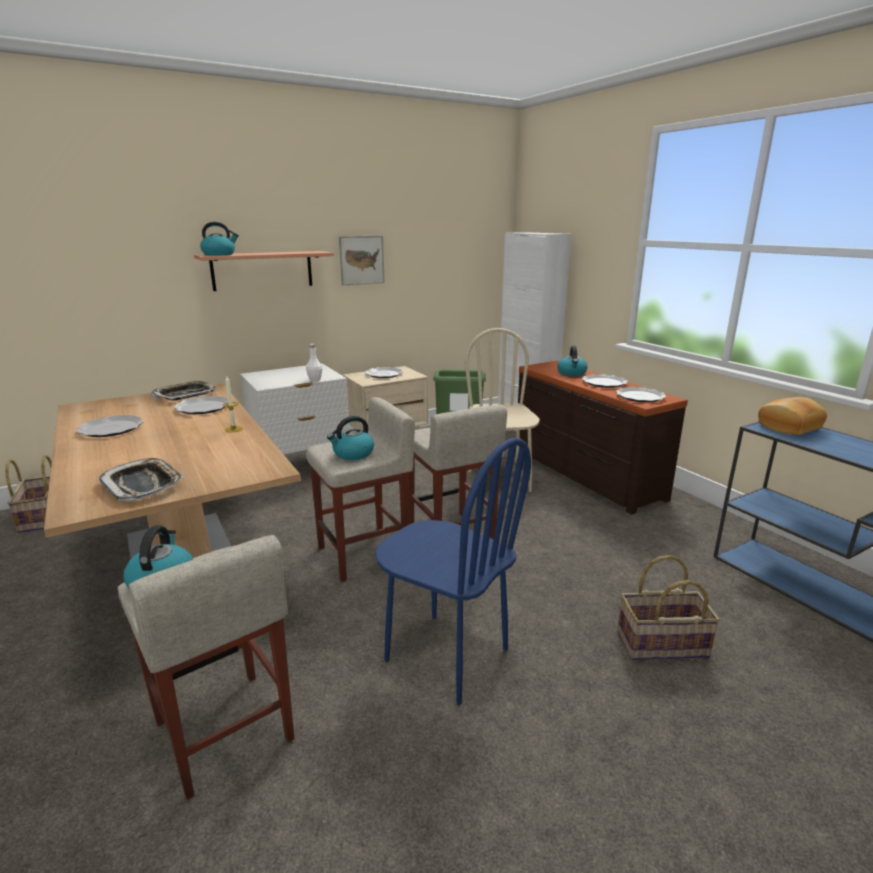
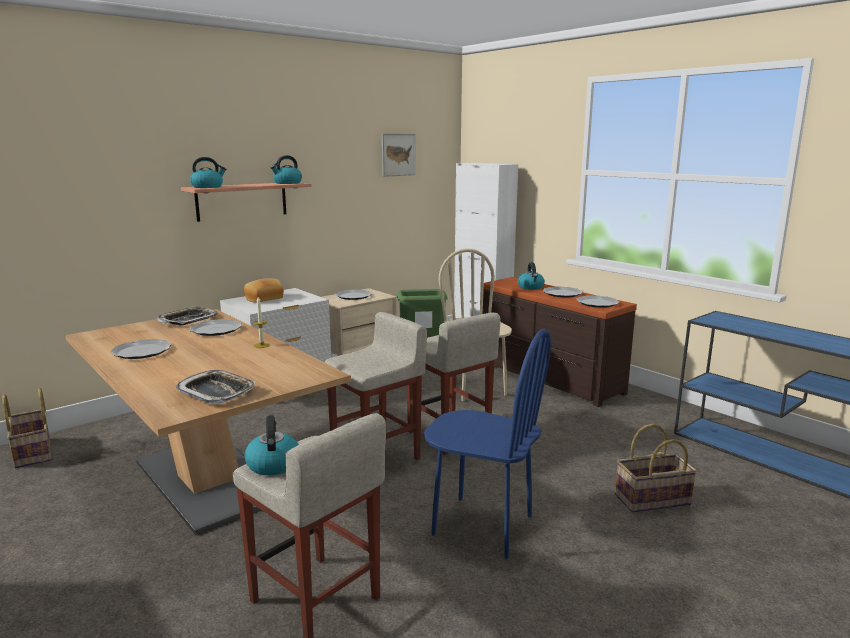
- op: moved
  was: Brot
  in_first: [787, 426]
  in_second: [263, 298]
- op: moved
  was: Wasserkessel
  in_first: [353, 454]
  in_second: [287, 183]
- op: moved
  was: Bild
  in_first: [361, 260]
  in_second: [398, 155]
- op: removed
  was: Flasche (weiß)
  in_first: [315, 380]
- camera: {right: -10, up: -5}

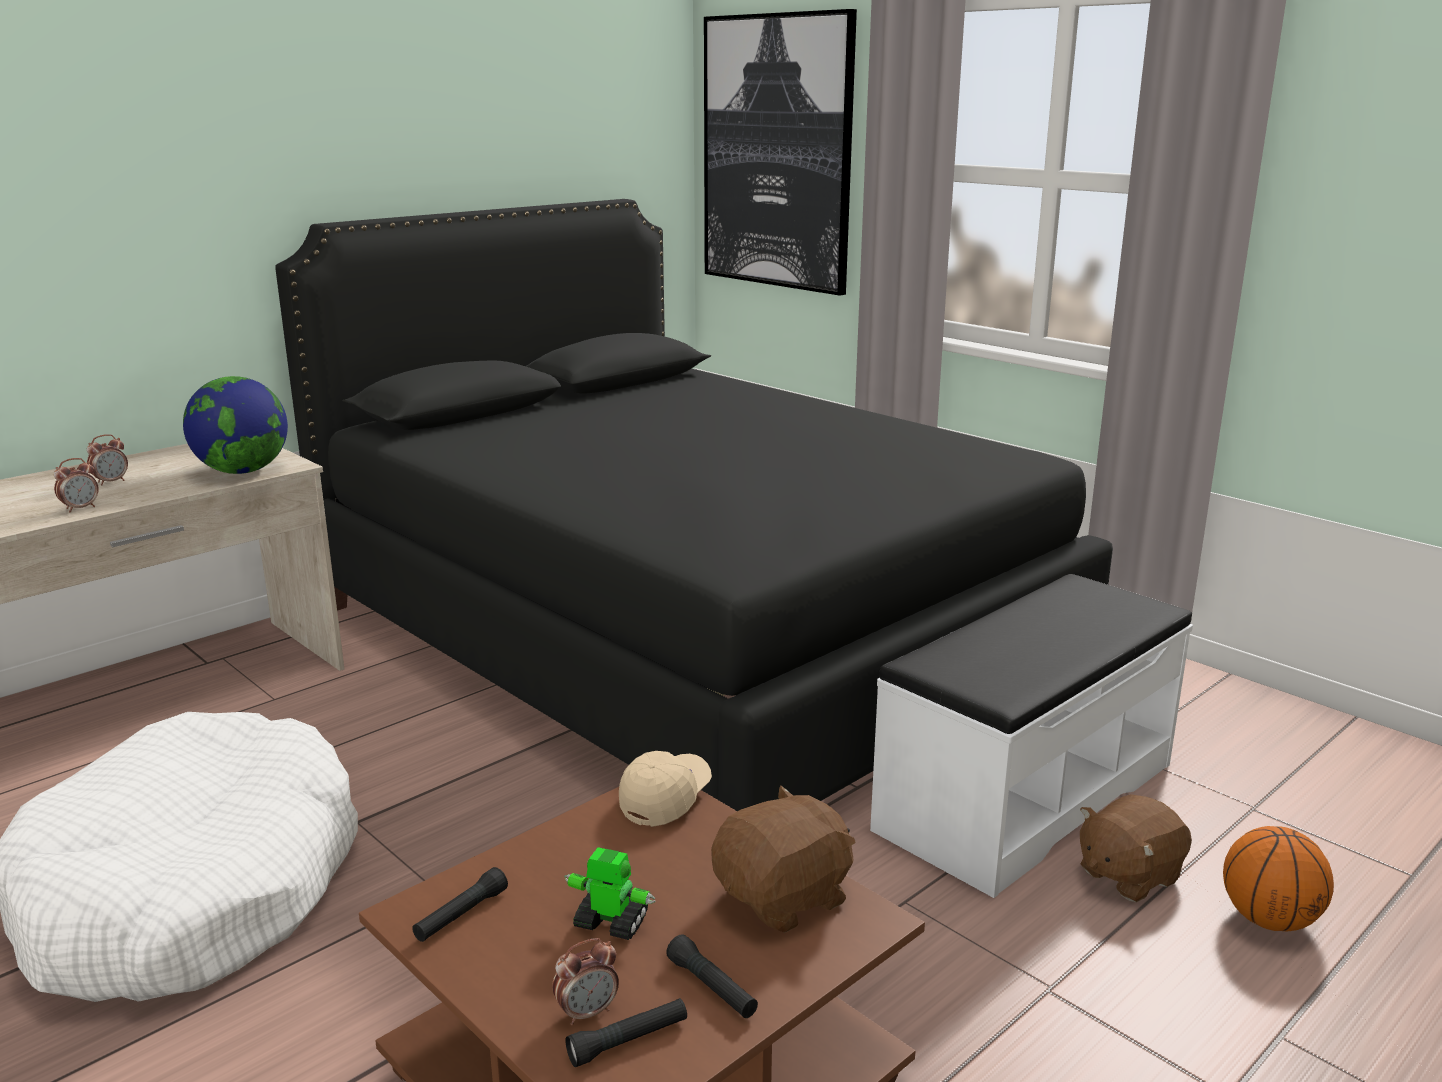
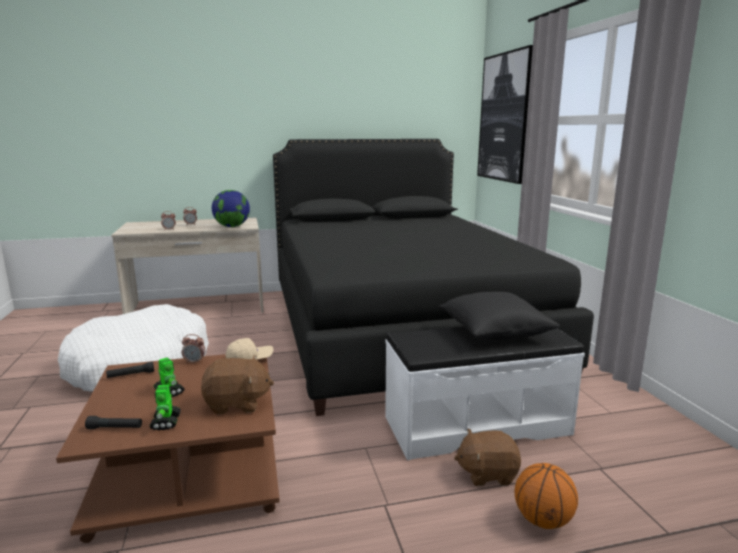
- op: replaced
  was: Taschenlampe (schwarz)
  now: Spielzeugroboter
  in_first: [712, 988]
  in_second: [166, 422]
- op: moved
  was: Wecker
  in_first: [587, 1012]
  in_second: [194, 362]
- op: added
  now: Kissen (schwarz)
  in_second: [494, 332]
- camera: {right: 30, up: -5}

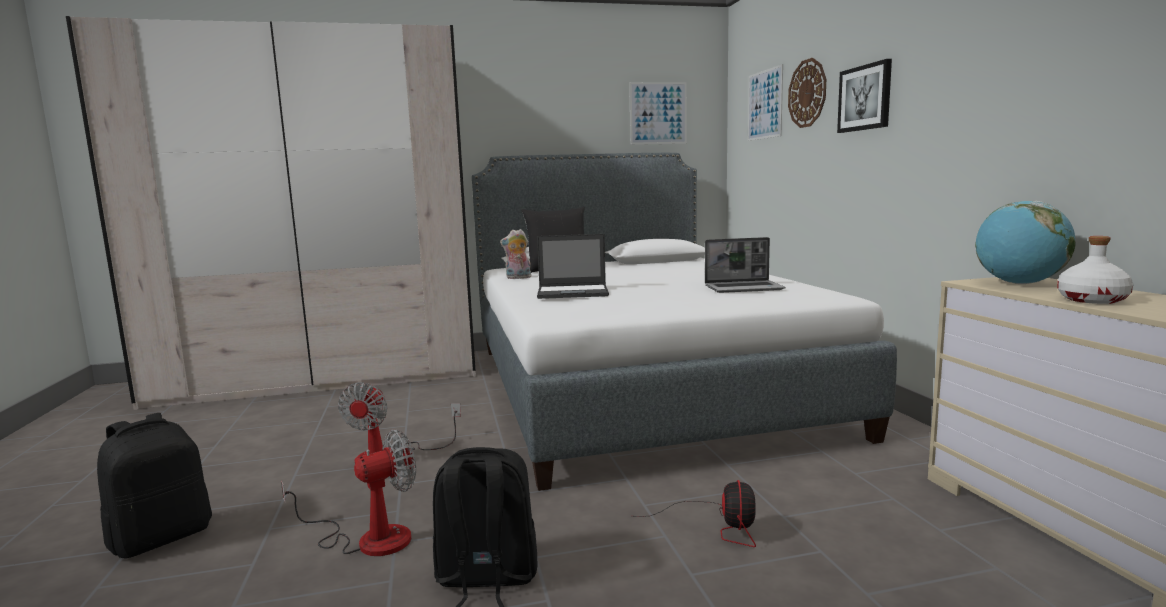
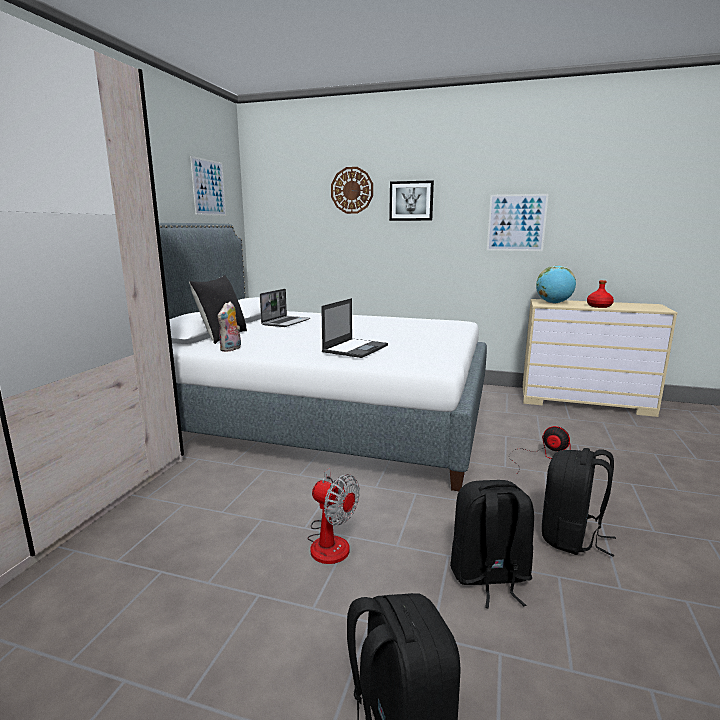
- op: moved
  was: Laptop
  in_first: [744, 288]
  in_second: [286, 322]
- op: replaced
  was: Ventilator
  now: Rucksack (schwarz)
  in_first: [368, 539]
  in_second: [489, 577]
- op: moved
  was: Bild
  in_first: [764, 104]
  in_second: [516, 222]
- op: recoloured
  was: Flasche (weiß)
  now: Flasche (rot)
  in_first: [1093, 300]
  in_second: [599, 306]
- camera: {right: -60, up: 5}

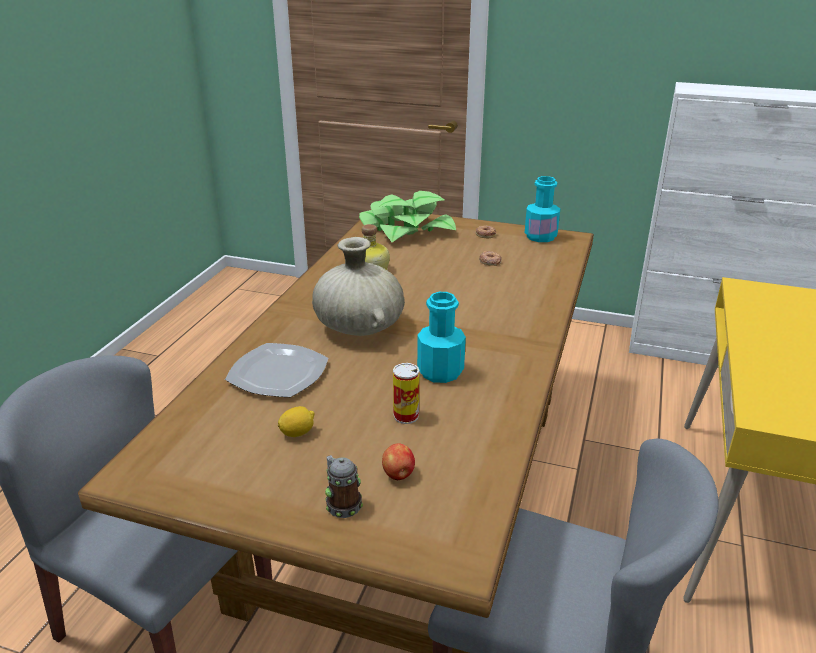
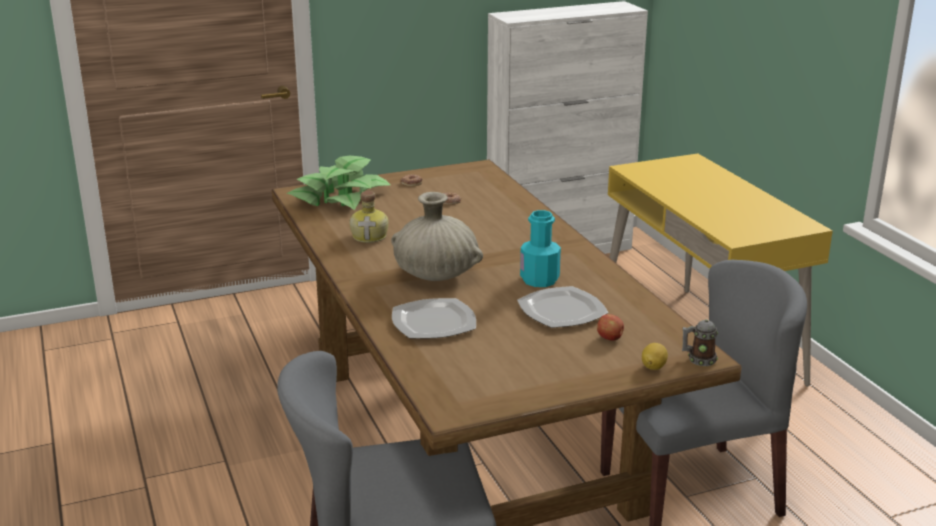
- op: replaced
  was: Dose
  now: Teller
  in_first: [406, 416]
  in_second: [562, 310]
- op: moved
  was: Zitrone
  in_first: [297, 432]
  in_second: [653, 367]
- op: moved
  was: Henkelbecher
  in_first: [342, 503]
  in_second: [698, 359]
- op: removed
  was: Flasche (türkis)
  in_first: [540, 236]
- camera: {right: -40, up: -5}

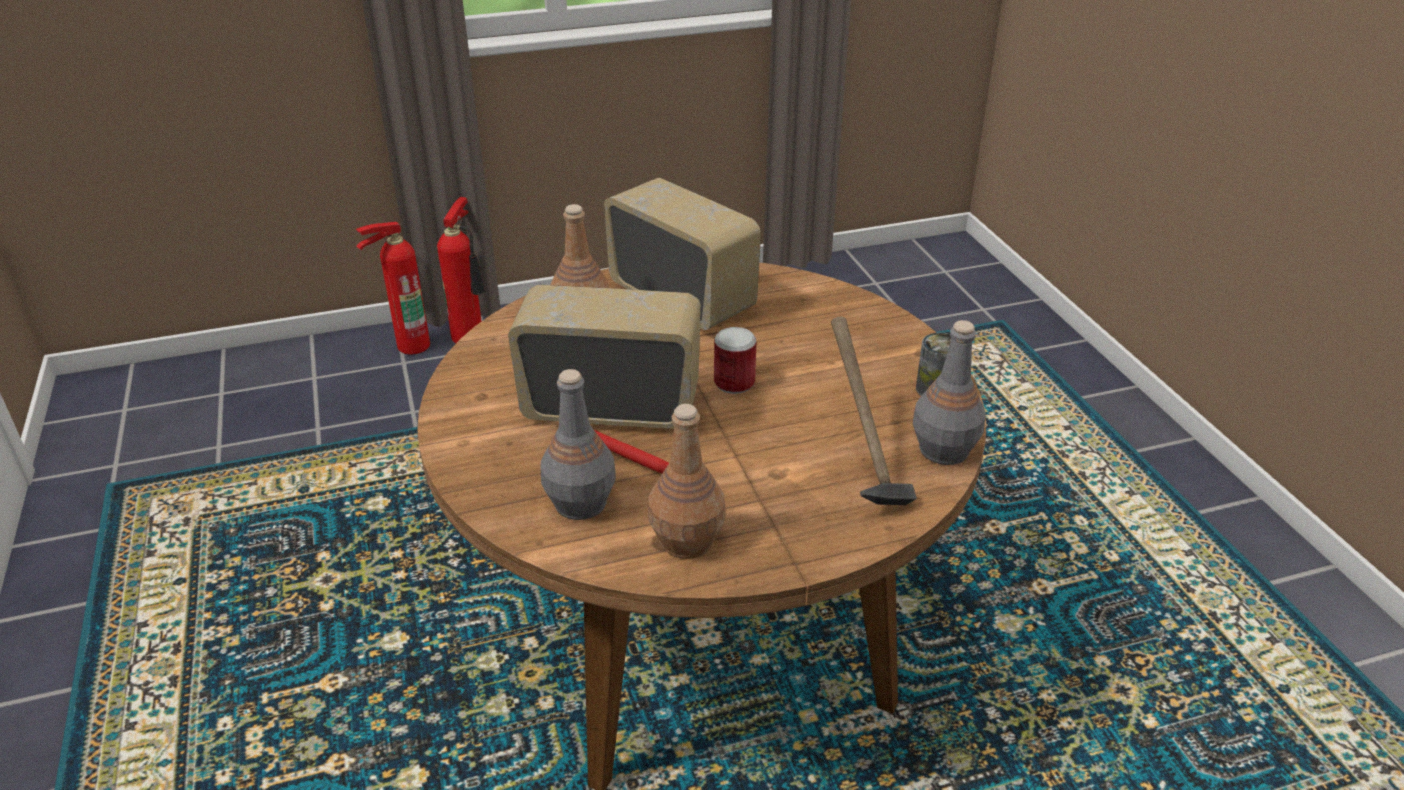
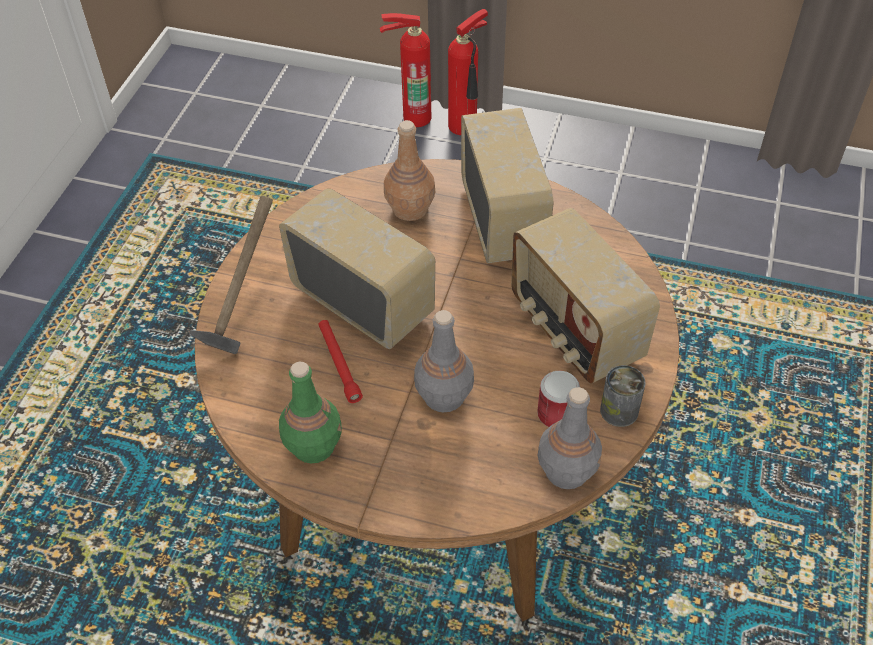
- op: moved
  was: Hammer
  in_first: [859, 465]
  in_second: [243, 310]
- op: recoloured
  was: Flasche (braun)
  now: Flasche (grün)
  in_first: [686, 540]
  in_second: [313, 445]
- op: moved
  was: Flasche (grau)
  in_first: [580, 504]
  in_second: [443, 396]
- op: added
  now: Radio
  in_second: [574, 330]
- op: moved
  was: Dose
  in_first: [734, 382]
  in_second: [556, 414]
- camera: {right: 35, up: 15}

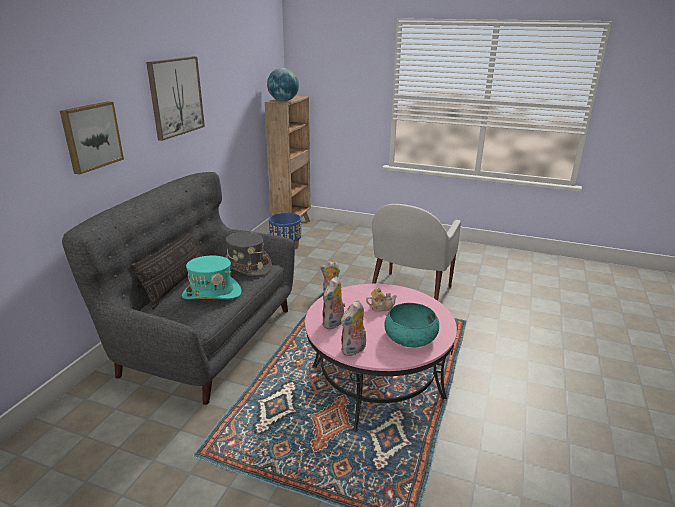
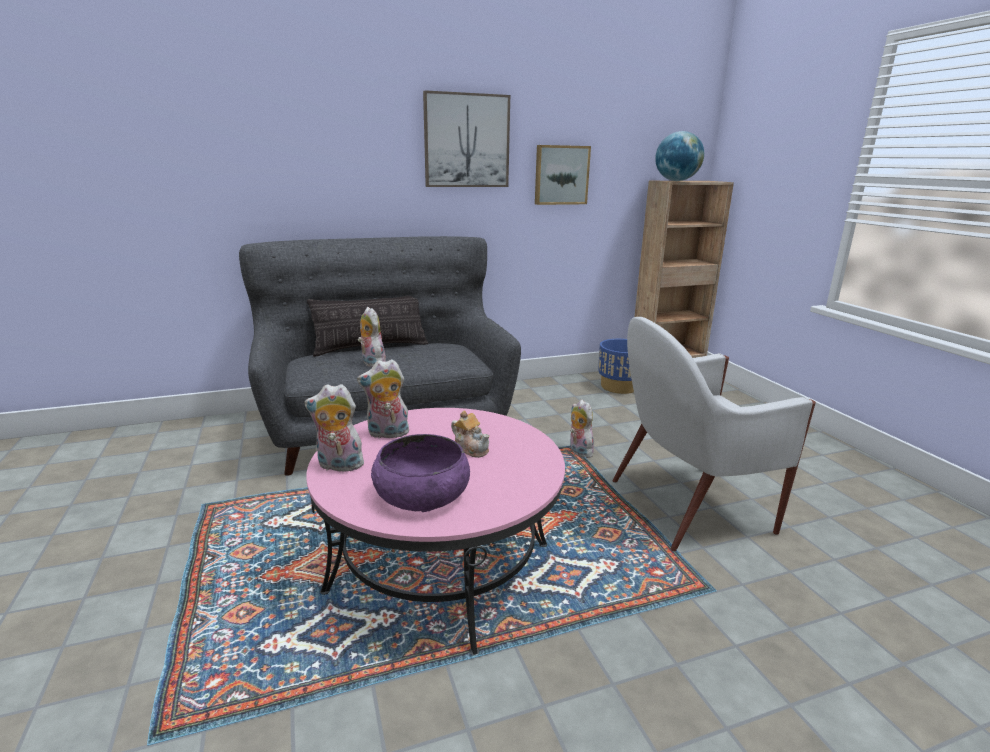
- op: replaced
  was: Hut (türkis)
  now: Plüschtier
  in_first: [212, 293]
  in_second: [371, 363]
- op: recoloured
  was: Schüssel (türkis)
  now: Schüssel (lila)
  in_first: [410, 336]
  in_second: [422, 494]
- op: moved
  was: Bild
  in_first: [91, 136]
  in_second: [561, 175]
- op: removed
  was: Hut (grau)
  in_first: [246, 267]
- camera: {right: 50, up: -5}

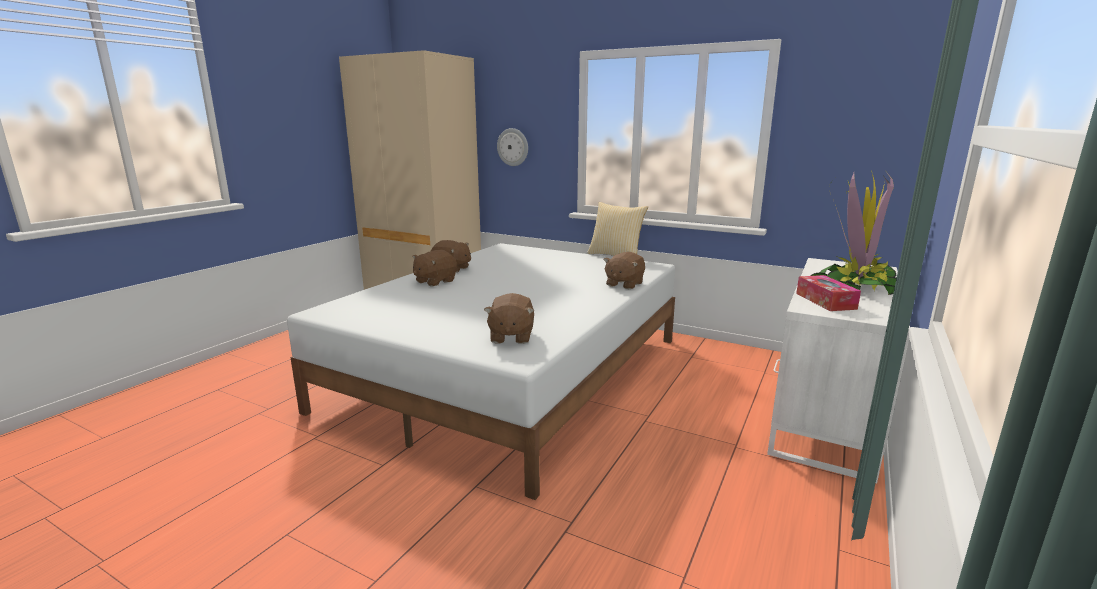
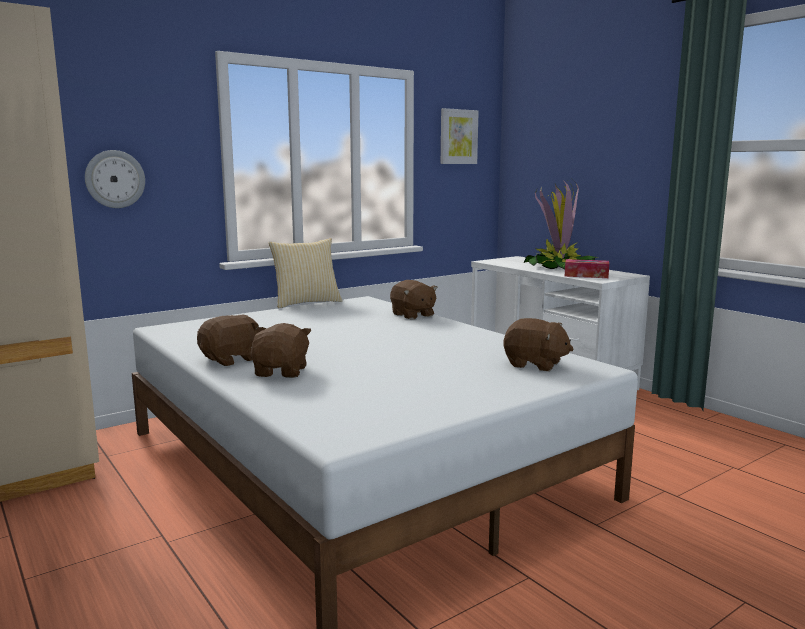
- op: turned
  was: Plüschtier (braun)
  in_first: [434, 281]
  in_second: [282, 372]
  clockwise: -150
- op: added
  now: Bild
  in_second: [458, 137]
- camera: {right: -65, up: -5}

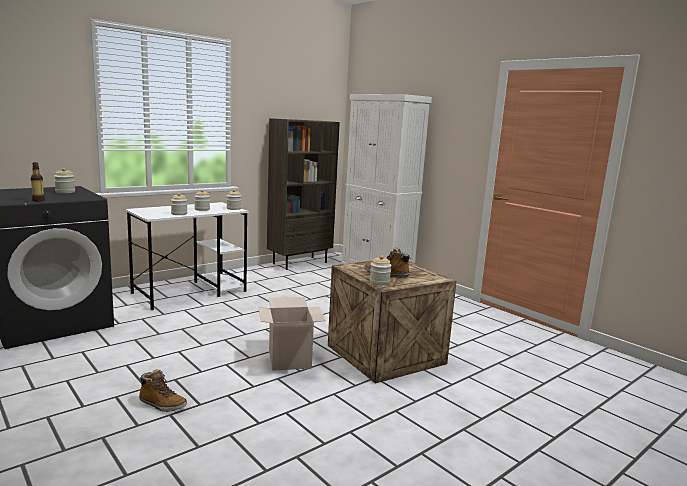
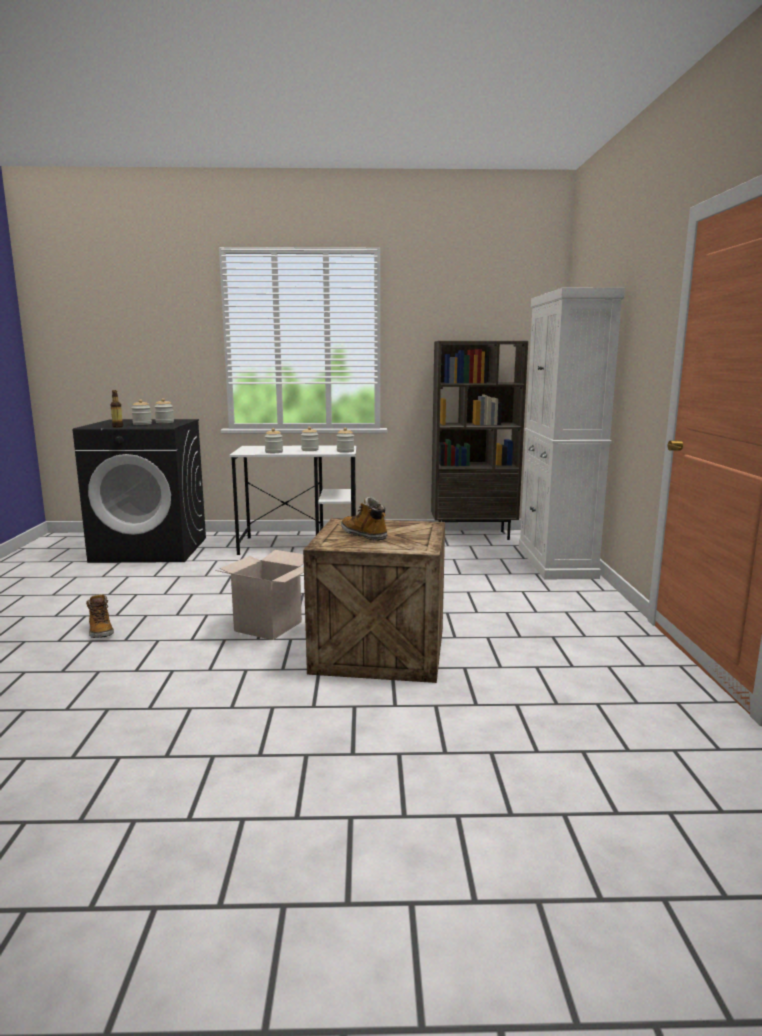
- op: moved
  was: Vorratsglas
  in_first: [379, 282]
  in_second: [142, 424]
- camera: {right: 40, up: 0}

